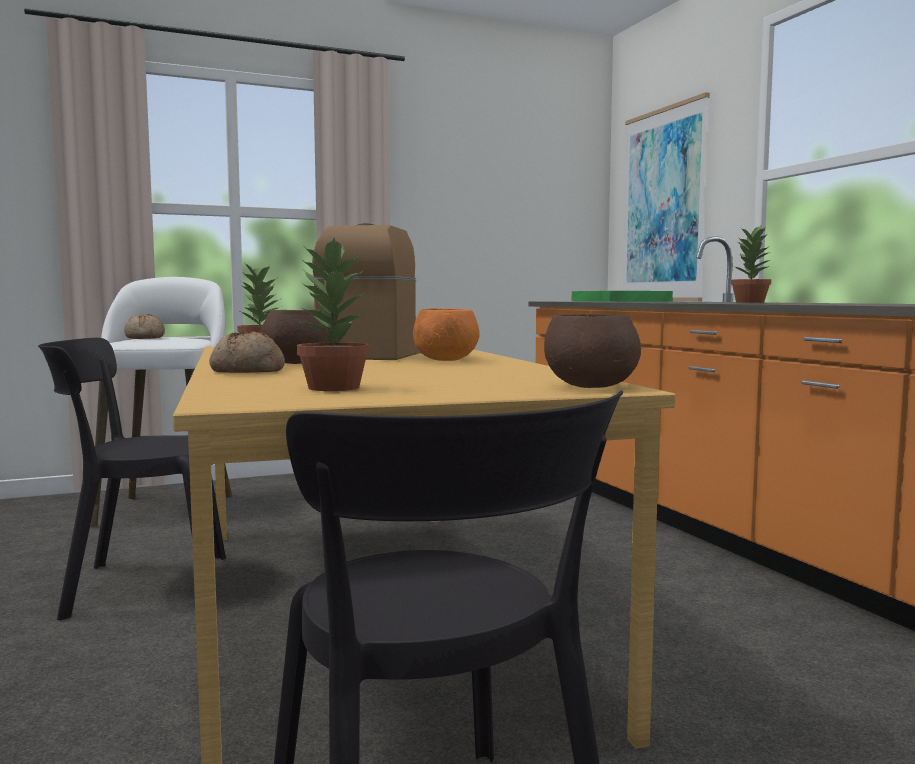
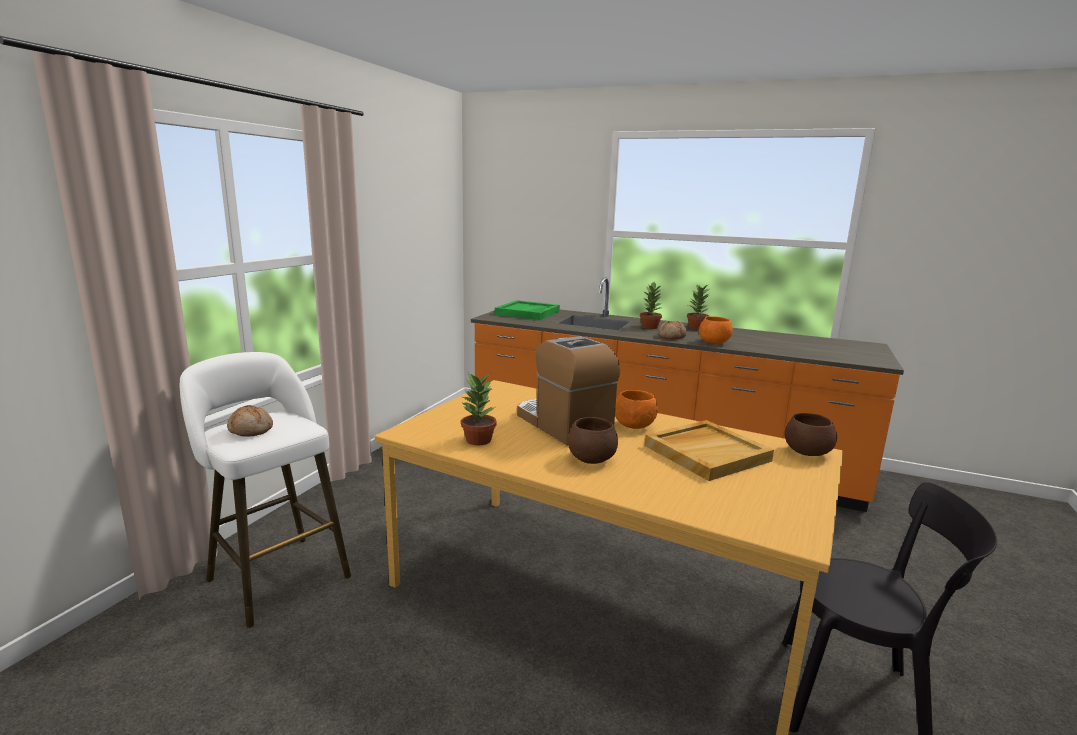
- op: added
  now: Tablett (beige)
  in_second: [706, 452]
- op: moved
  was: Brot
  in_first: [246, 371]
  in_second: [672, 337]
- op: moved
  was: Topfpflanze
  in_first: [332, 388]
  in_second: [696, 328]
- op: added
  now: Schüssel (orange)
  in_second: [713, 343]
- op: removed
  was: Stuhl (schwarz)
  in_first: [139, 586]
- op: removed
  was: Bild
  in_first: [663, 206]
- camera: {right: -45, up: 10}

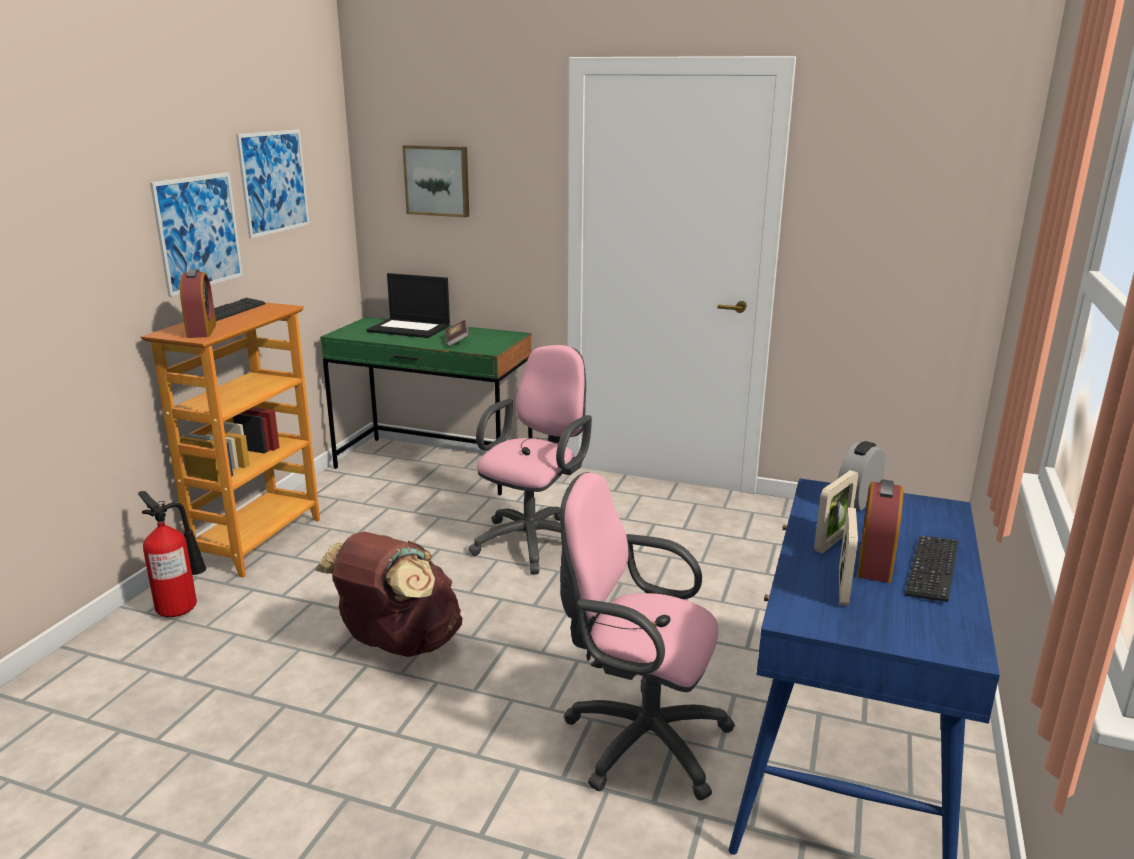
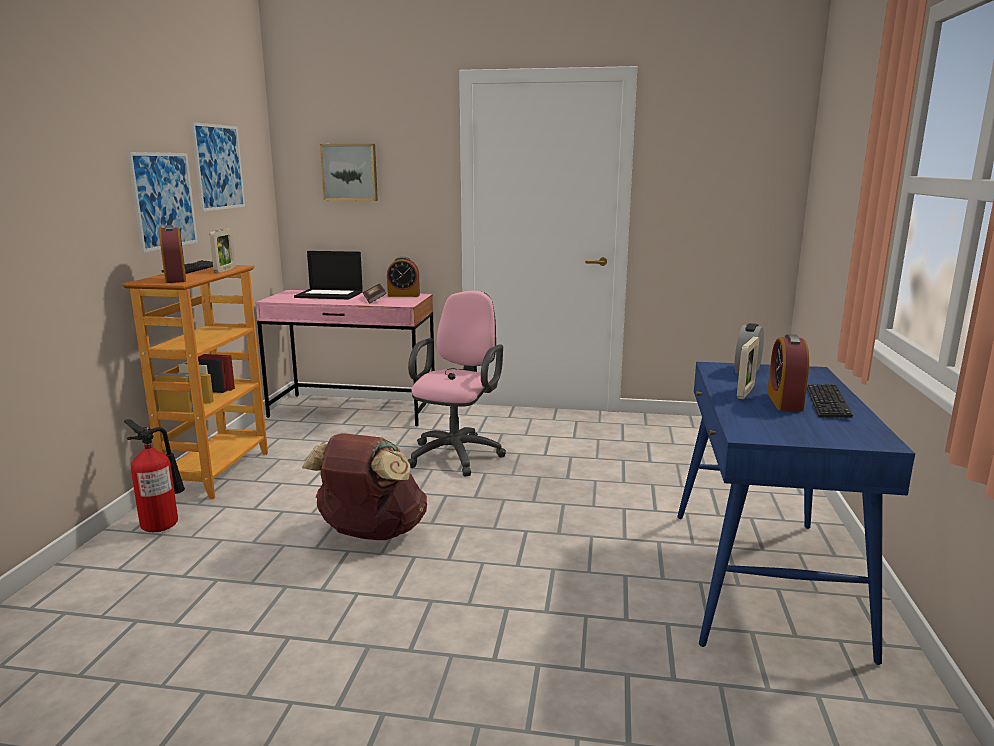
- op: moved
  was: Bilderrahmen
  in_first: [843, 588]
  in_second: [225, 270]
- op: recoloured
  was: Schreibtisch (grün)
  now: Schreibtisch (rosa)
  in_first: [434, 466]
  in_second: [353, 410]
- op: added
  now: Wecker
  in_second: [403, 295]
- op: removed
  was: Bürostuhl (rosa)
  in_first: [638, 739]
- camera: {right: -10, up: -5}

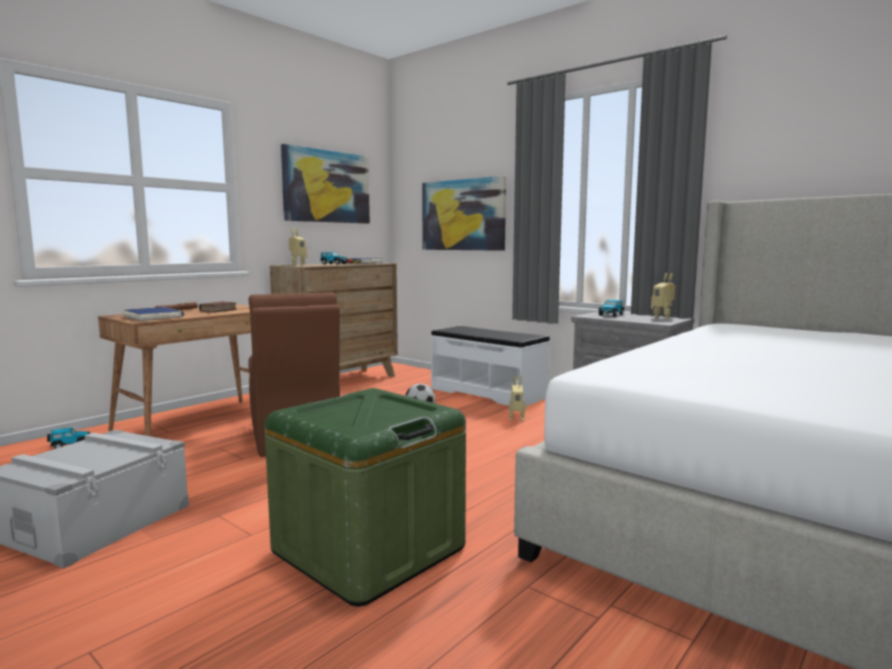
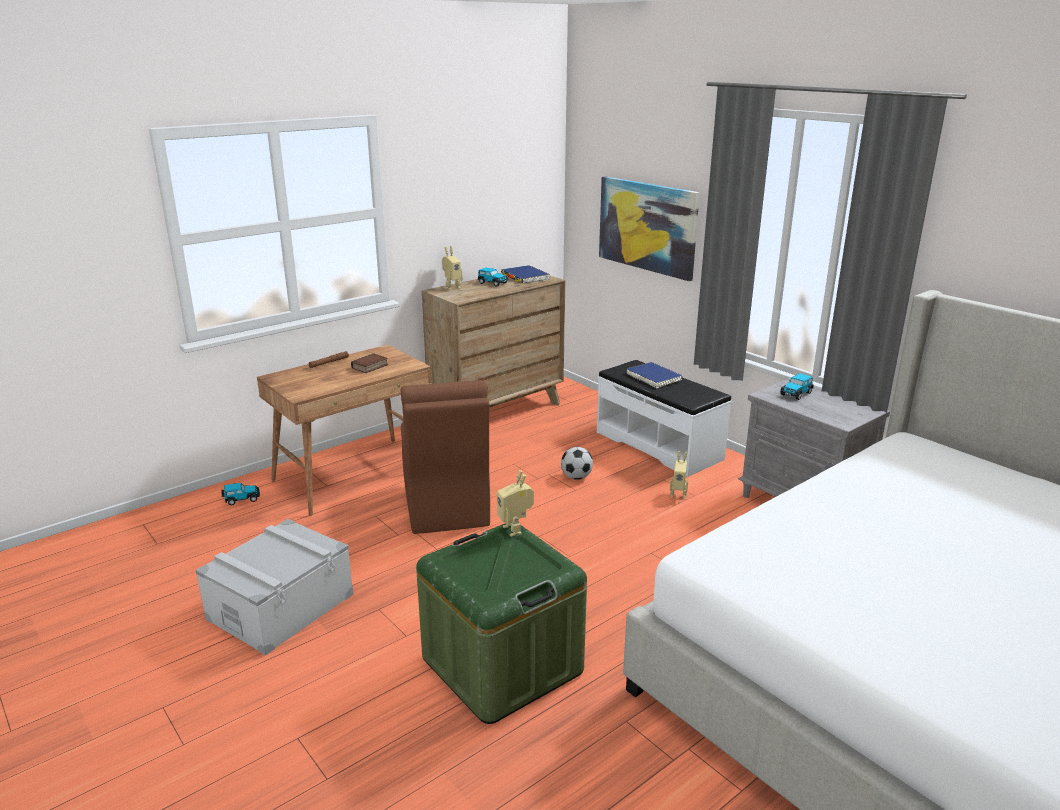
- op: moved
  was: Spielzeugroboter
  in_first: [663, 317]
  in_second: [515, 529]
- op: moved
  was: Buch (blau)
  in_first: [153, 317]
  in_second: [654, 377]
- op: removed
  was: Bild
  in_first: [327, 186]
- camera: {right: 10, up: 15}

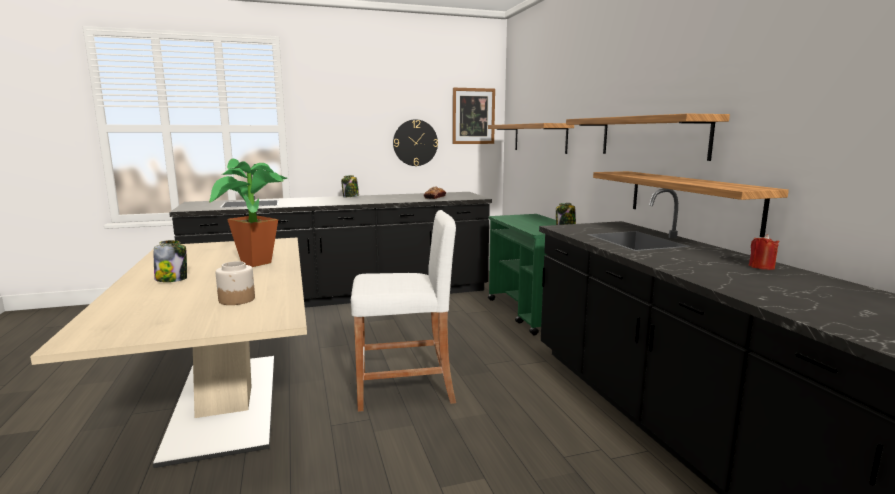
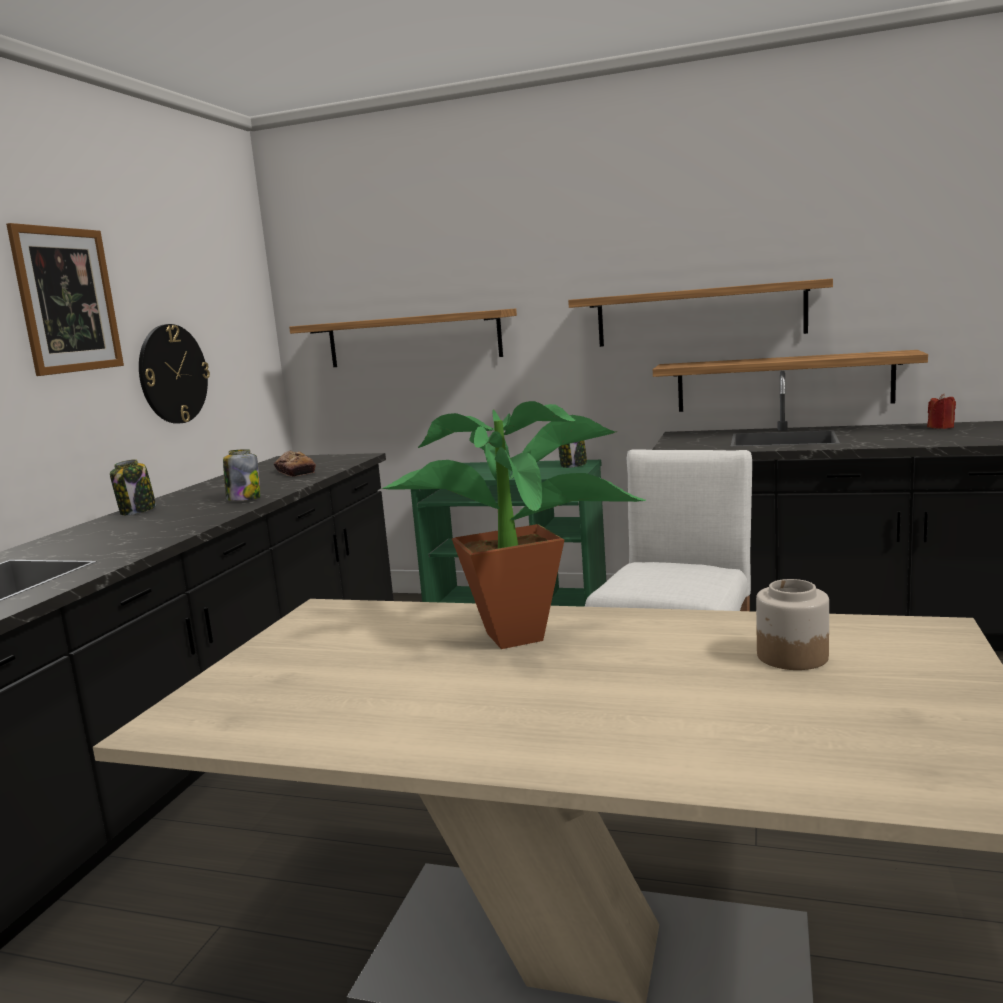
- op: moved
  was: Bild
  in_first: [473, 116]
  in_second: [67, 300]
- op: moved
  was: Vorratsglas
  in_first: [172, 279]
  in_second: [243, 499]
- camera: {right: -55, up: 0}

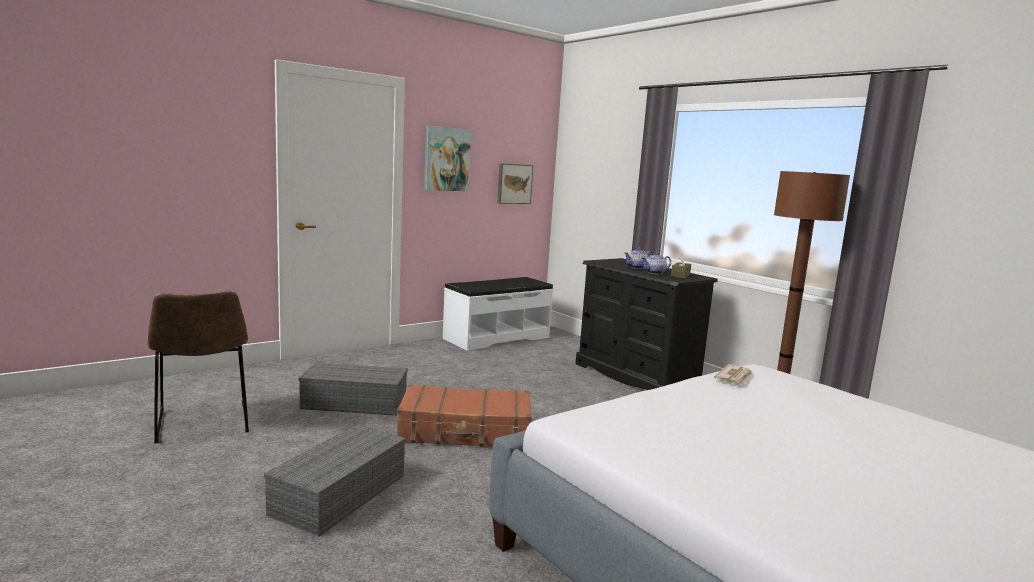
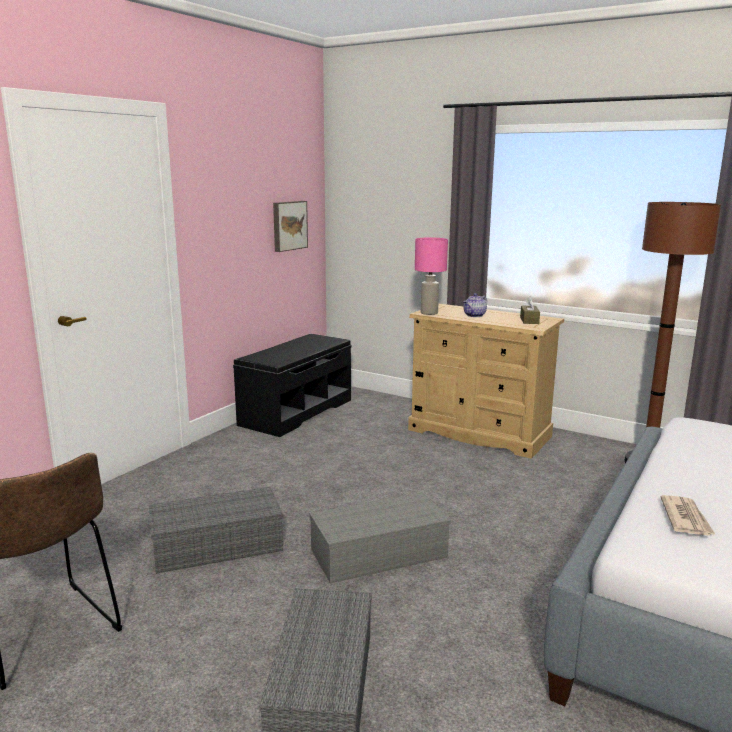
- op: recoloured
  was: Bank (weiß)
  now: Bank (schwarz)
  in_first: [496, 338]
  in_second: [296, 412]
- op: replaced
  was: Koffer (braun)
  now: Aufbewahrungsbox (grau)
  in_first: [465, 431]
  in_second: [380, 552]
- op: recoloured
  was: Kommode (schwarz)
  now: Kommode (beige)
  in_first: [635, 376]
  in_second: [479, 433]
- op: added
  now: Tischlampe (rosa)
  in_second: [429, 313]
- op: moved
  was: Zeitung
  in_first: [734, 377]
  in_second: [686, 518]
- op: removed
  was: Bild
  in_first: [446, 159]
- op: removed
  was: Teekanne
  in_first: [655, 273]
- camera: {right: -20, up: 5}

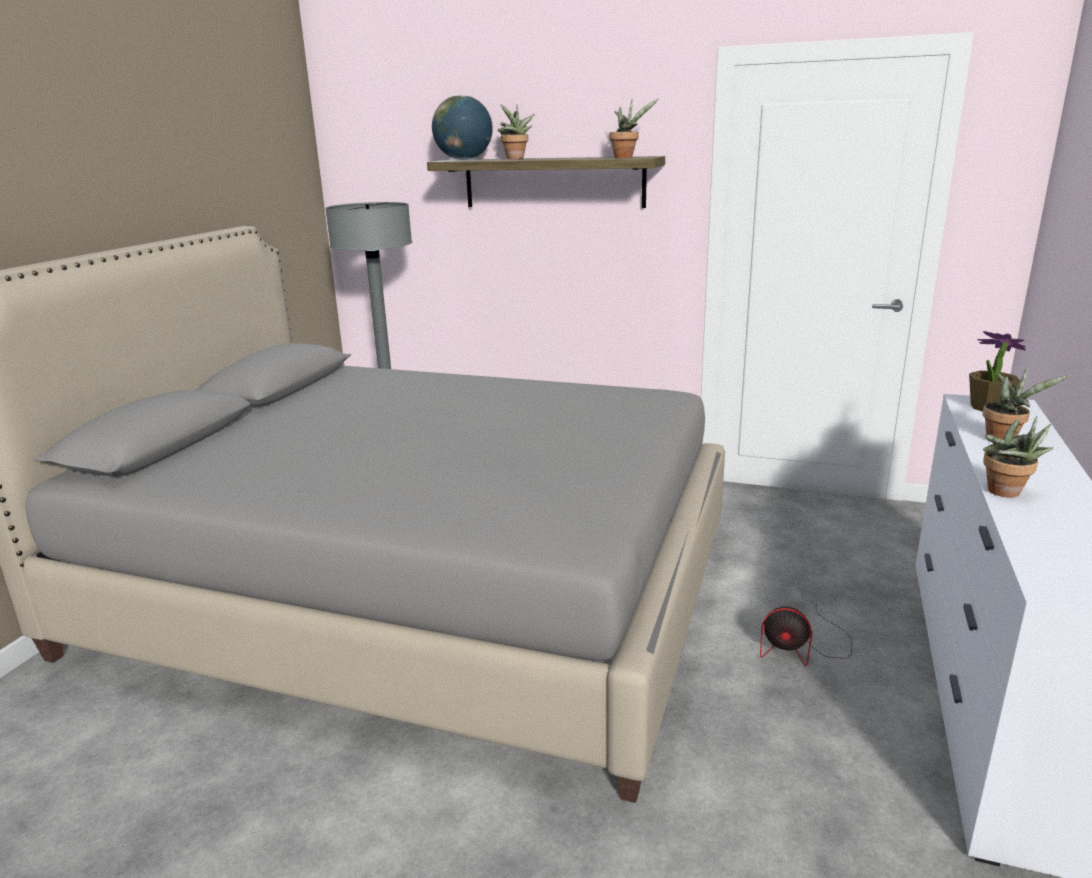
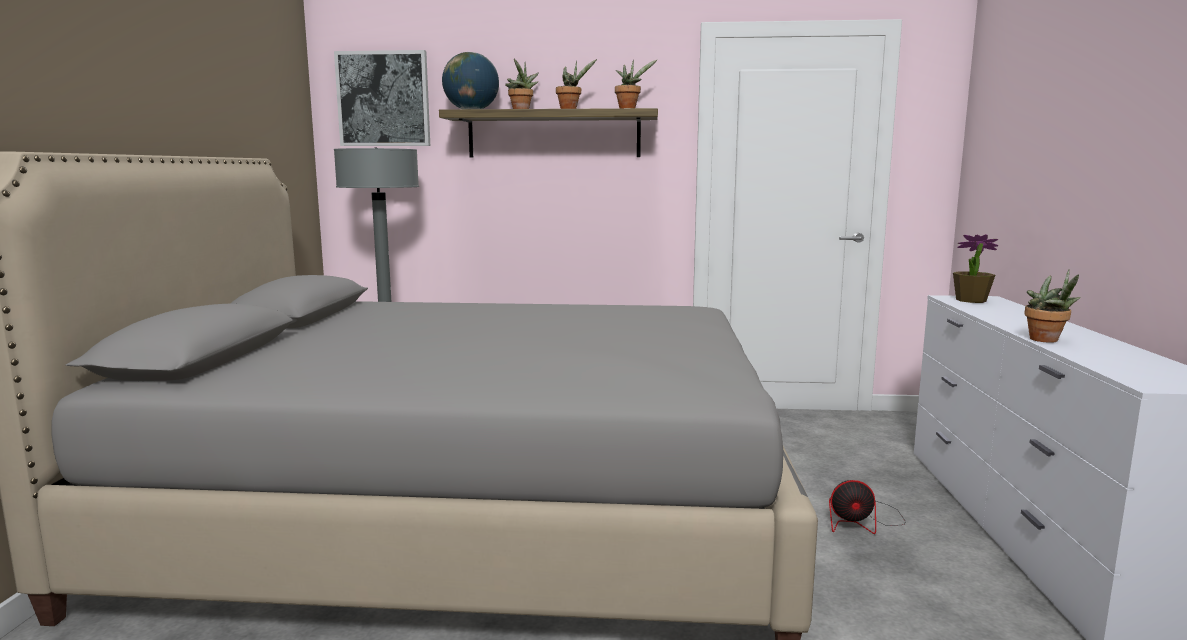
- op: added
  now: Bild
  in_second: [383, 99]
- op: moved
  was: Topfpflanze
  in_first: [1004, 439]
  in_second: [571, 109]
- camera: {right: -15, up: -10}

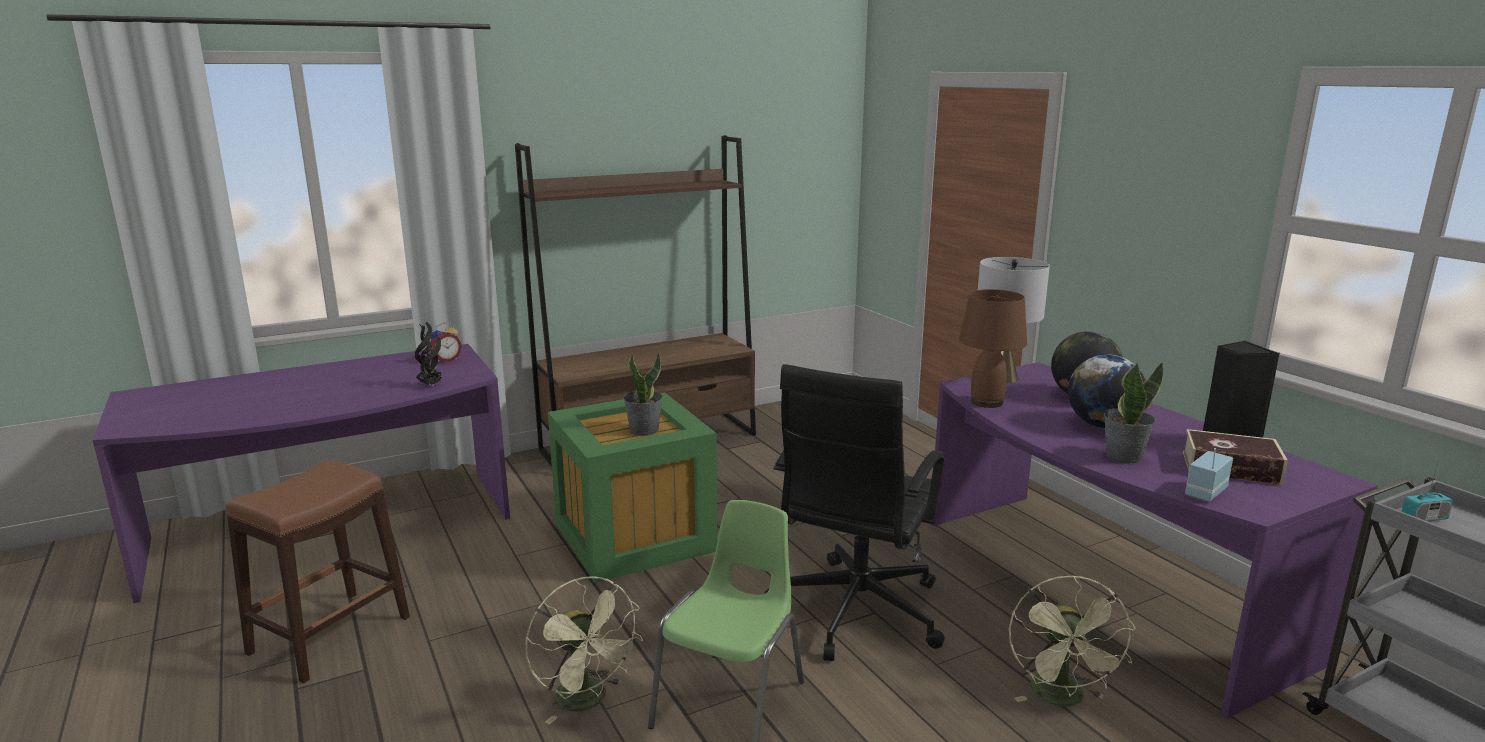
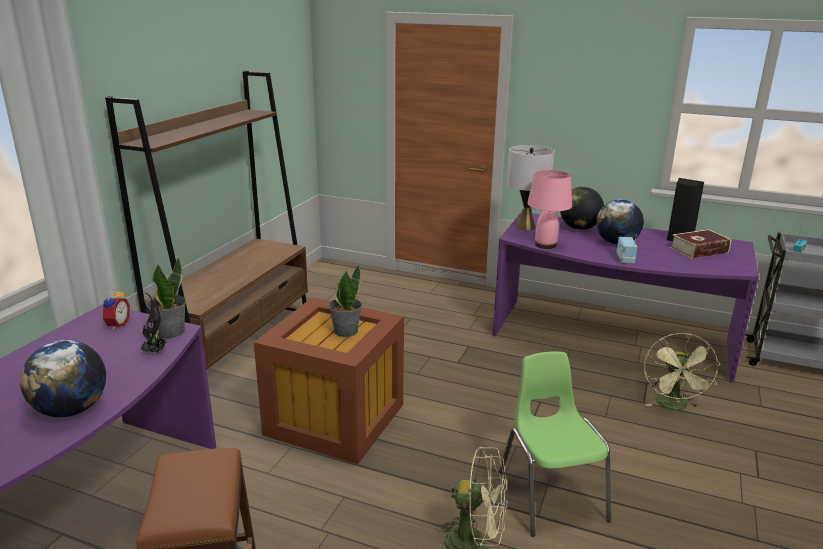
- op: added
  now: Globus
  in_second: [71, 410]
- op: moved
  was: Topfpflanze
  in_first: [1123, 457]
  in_second: [170, 332]
- op: recoloured
  was: Aufbewahrungsbox (grün)
  now: Aufbewahrungsbox (braun)
  in_first: [631, 537]
  in_second: [333, 420]
- op: recoloured
  was: Tischlampe (braun)
  now: Tischlampe (rosa)
  in_first: [987, 402]
  in_second: [546, 245]
- op: moved
  was: Radio
  in_first: [1205, 492]
  in_second: [624, 259]
- op: turned
  was: Ventilator (grün)
  in_first: [1062, 699]
  in_second: [673, 406]
  clockwise: 45
- op: removed
  was: Bürostuhl (schwarz)
  in_first: [855, 613]
- camera: {right: -40, up: 5}

